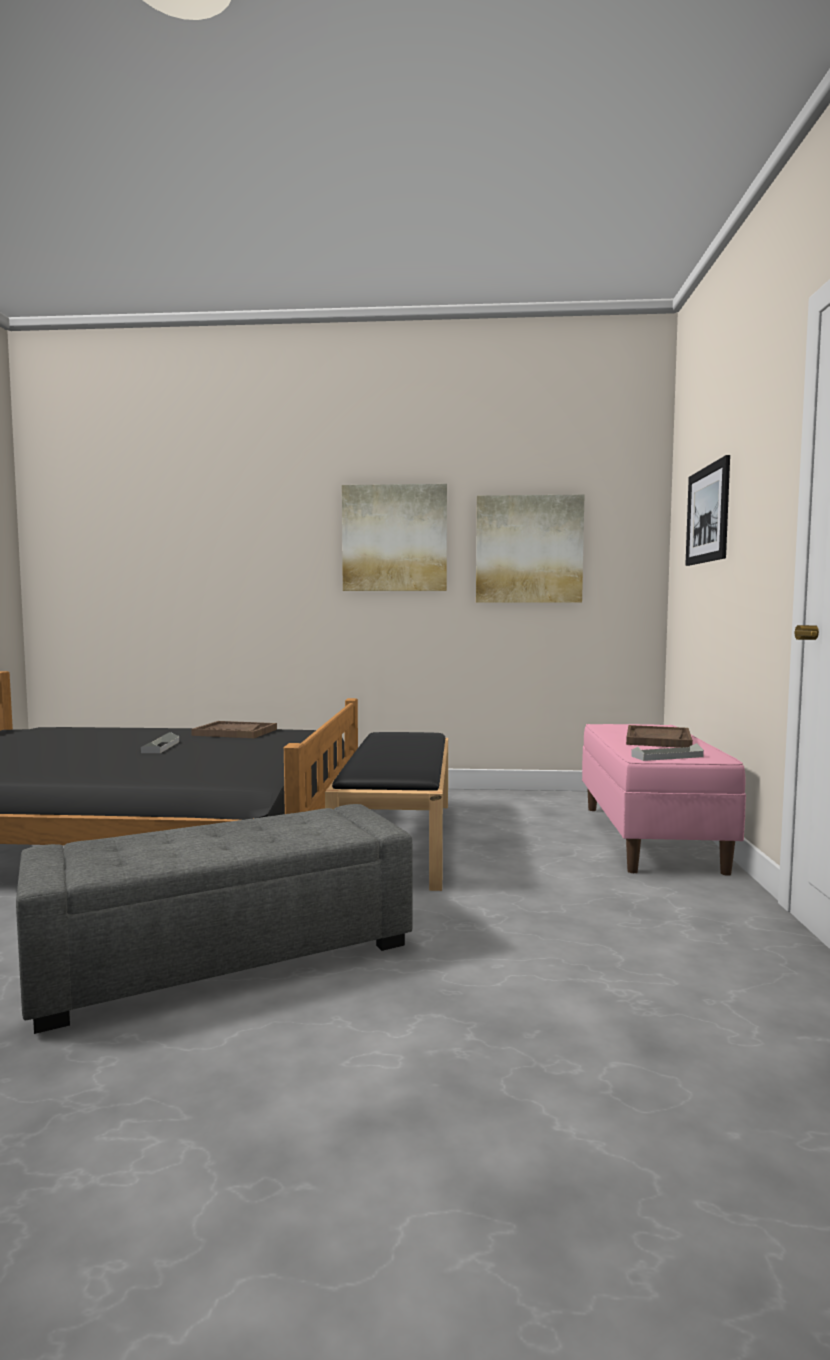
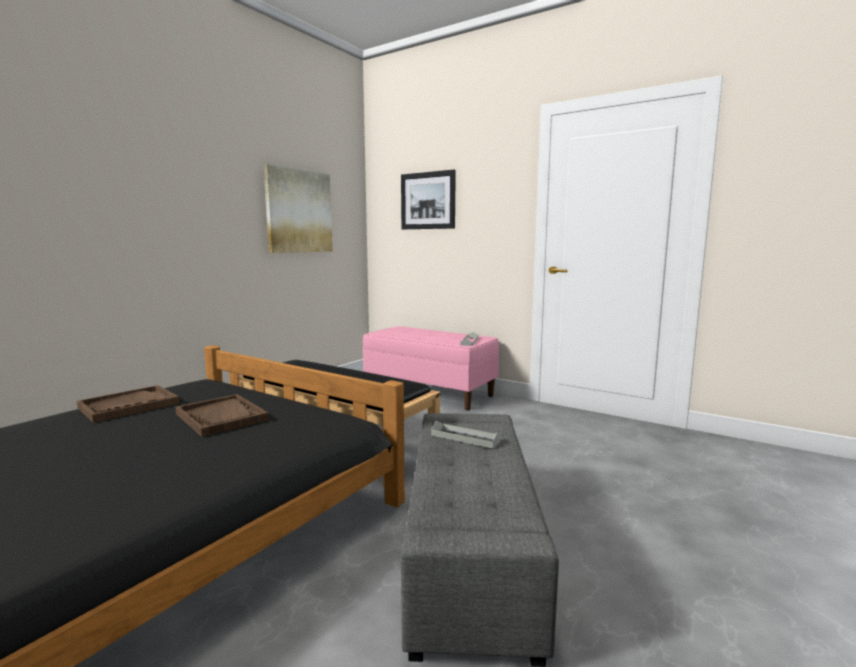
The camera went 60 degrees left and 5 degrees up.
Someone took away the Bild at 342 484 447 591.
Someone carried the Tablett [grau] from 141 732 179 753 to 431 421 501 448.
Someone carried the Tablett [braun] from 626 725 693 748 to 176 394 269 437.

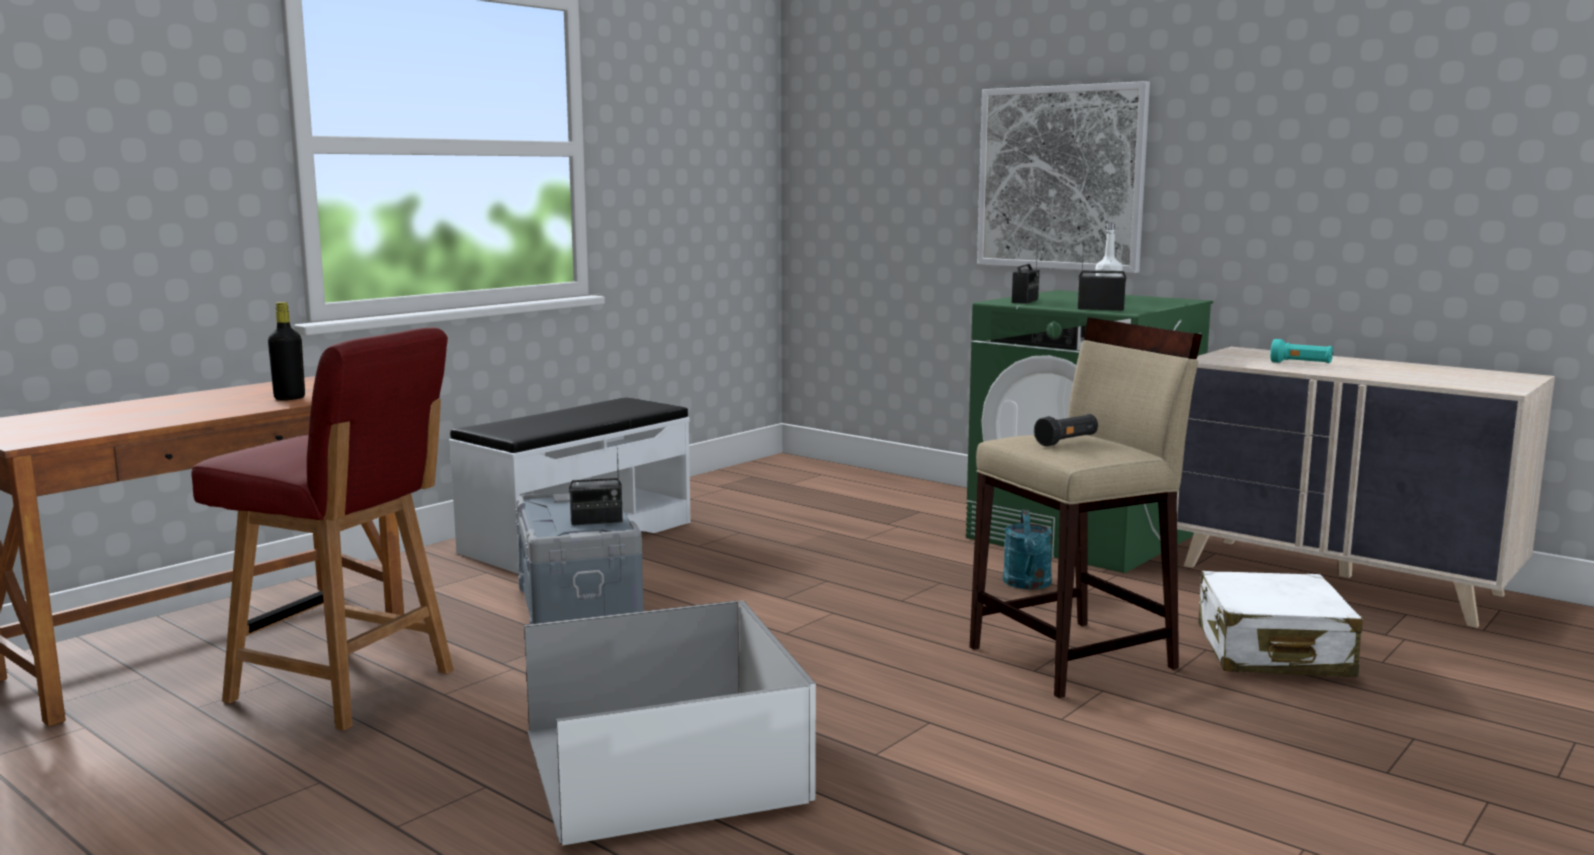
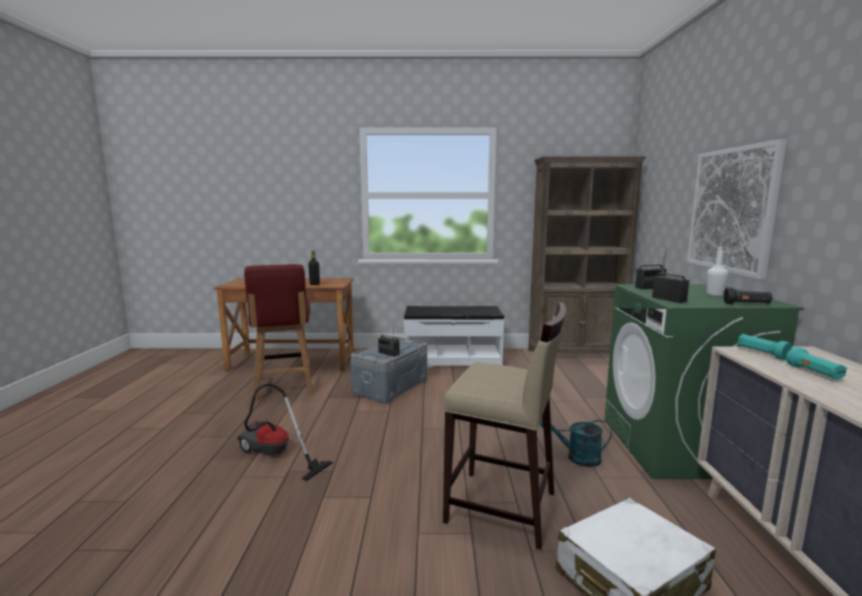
The camera went 50 degrees right and 0 degrees up.
Someone put down the Bücherregal [braun] at 528 156 647 353.
Someone put down the Taschenlampe [türkis] at 738 334 792 360.
Someone carried the Taschenlampe [schwarz] from 1034 414 1098 446 to 723 288 773 304.
Someone swapped the Aufbewahrungsbox [weiß] at 524 600 816 846 for the Staubsauger at 237 383 333 481.
Someone rotated the Gießkanne [türkis] at 1003 510 1053 589 by 45 degrees clockwise.

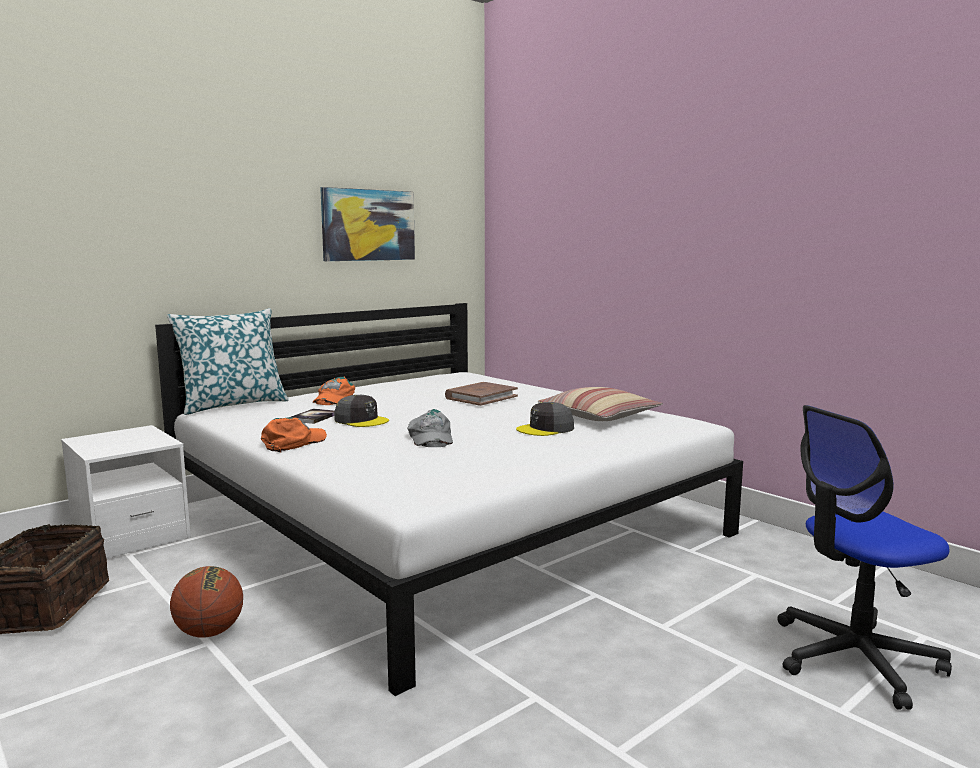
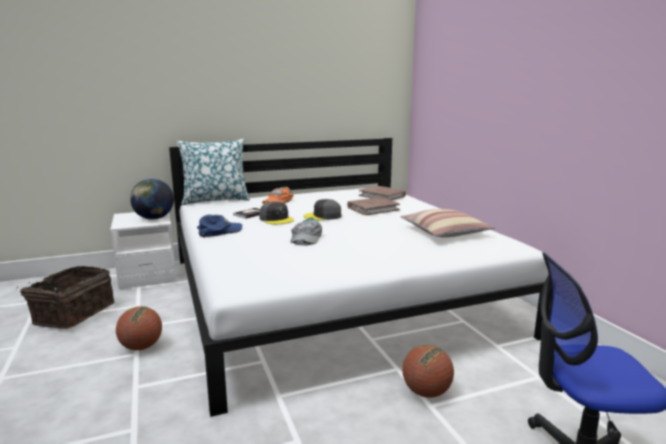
The camera went 20 degrees right and 5 degrees up.
Someone took away the Bild at 320 187 415 261.
Someone put down the Globus at 130 179 174 219.
Someone put down the Buch [braun] at 359 186 406 201.
Someone put down the Basketball at 402 345 454 398.
Someone carried the Kappe [grau] from 516 402 574 436 to 304 199 341 220.
Someone repainted the Kappe [orange] at 261 417 327 452, which became the Kappe [blau] at 197 215 242 238.

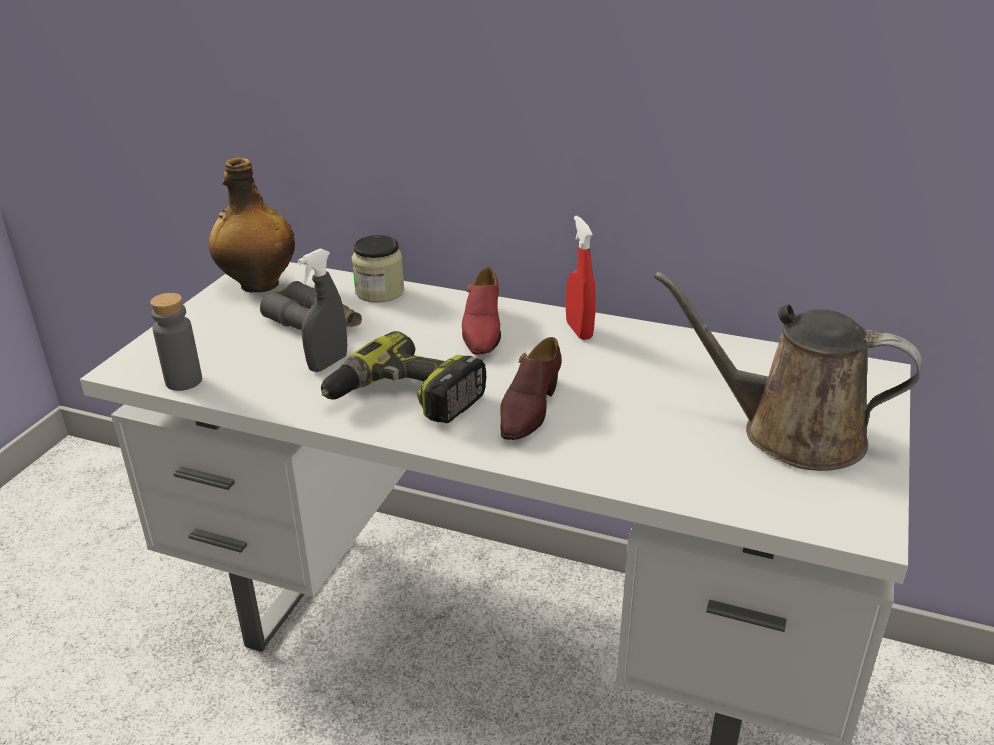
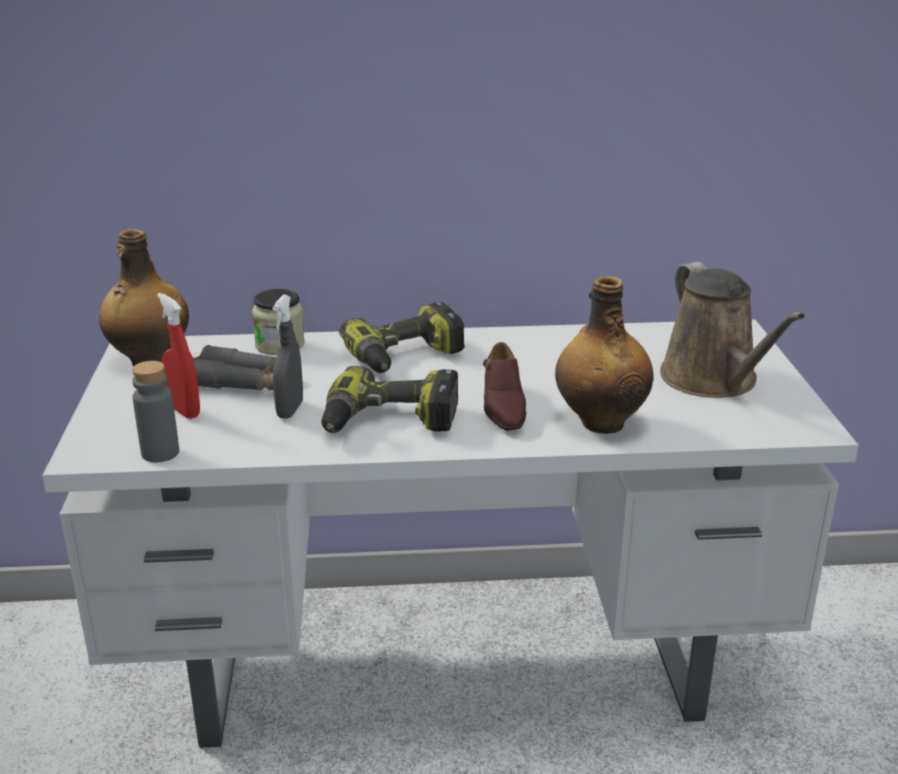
The camera went 25 degrees left and 5 degrees down.
Someone put down the Flasche at 555 276 654 434.
Someone carried the Sprühflasche [rot] from 566 216 596 340 to 157 293 200 419.
Someone swapped the Schuh [rot] at 462 268 501 355 for the Bohrmaschine at 339 302 465 373.
Someone rotated the Gießkanne [braun] at 654 271 922 471 by 105 degrees counterclockwise.

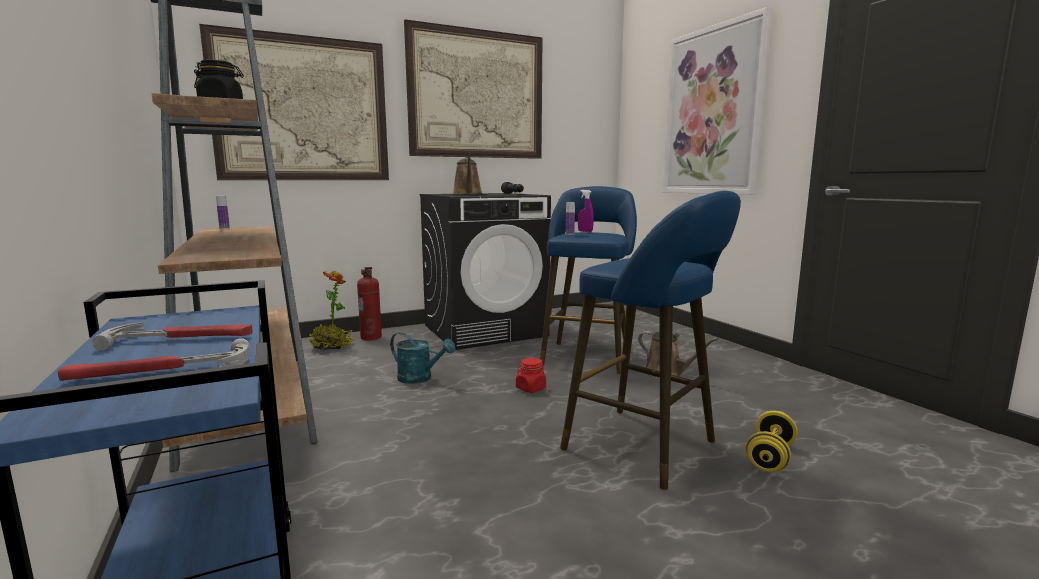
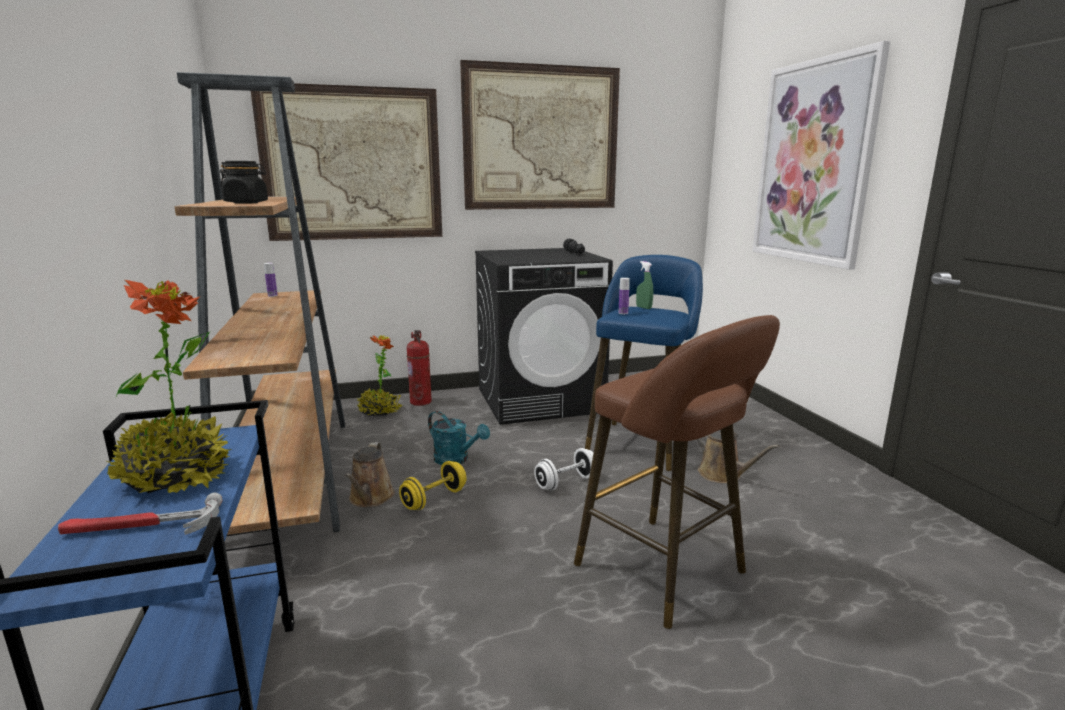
The camera went 10 degrees right and 5 degrees up.
Someone carried the Gießkanne [braun] from 453 152 483 195 to 344 442 395 507.
Someone carried the Hantel [gelb] from 746 411 798 472 to 399 461 467 510.
Someone swapped the Hammer at 92 322 252 350 for the Topfpflanze at 106 280 232 495.
Someone swapped the Vorratsglas [rot] at 516 358 546 393 for the Hantel [weiß] at 534 448 593 491.
Someone repainted the Hocker [blau] at 560 191 741 490, which became the Hocker [braun] at 574 315 780 629.
Someone repainted the Sprühflasche [lila] at 578 190 594 232, which became the Sprühflasche [grün] at 636 261 653 309.

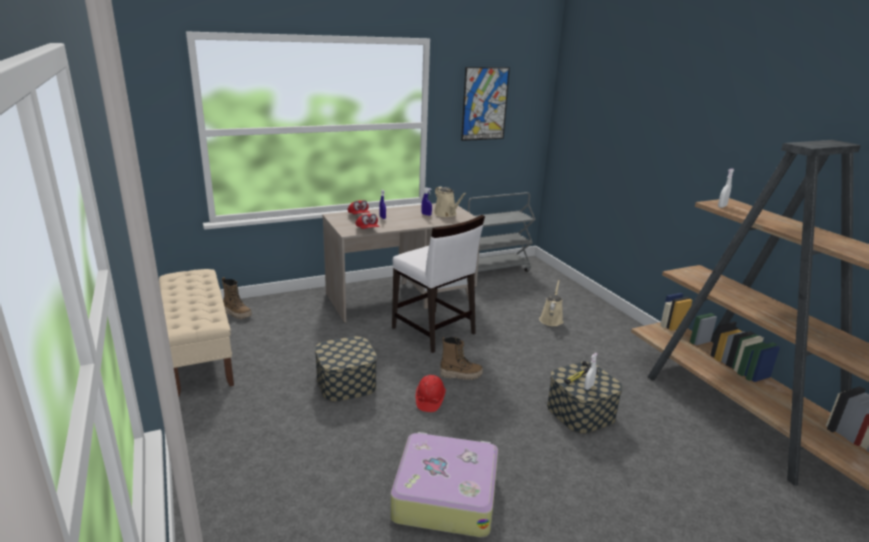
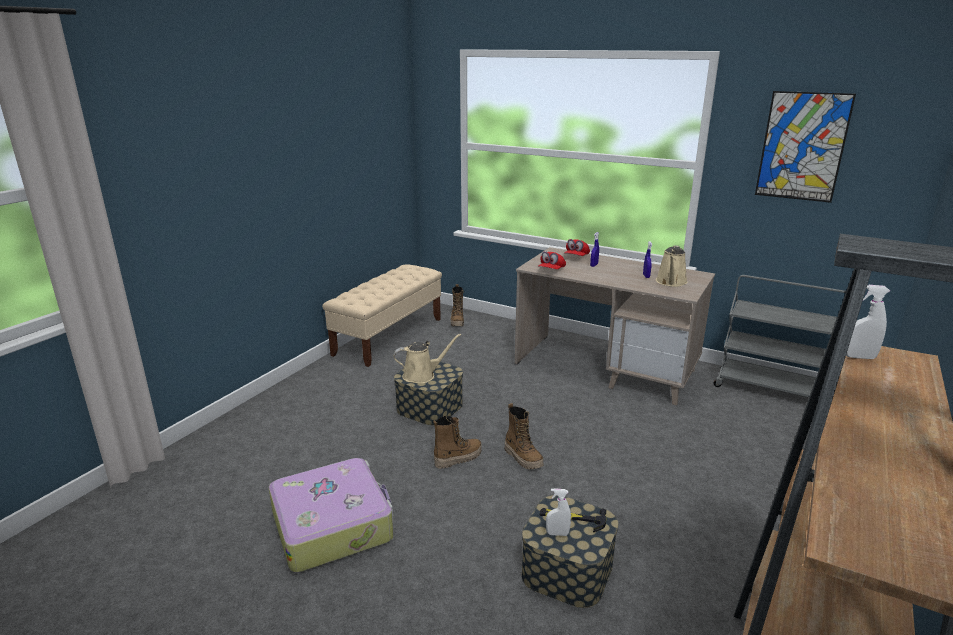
The camera went 55 degrees right and 0 degrees up.
Someone took away the Stuhl [weiß] at 392 215 485 353.
Someone carried the Gießkanne [beige] from 539 280 563 326 to 393 333 461 384.
Someone swapped the Schutzhelm [rot] at 416 375 446 412 for the Stiefel at 433 416 482 469.

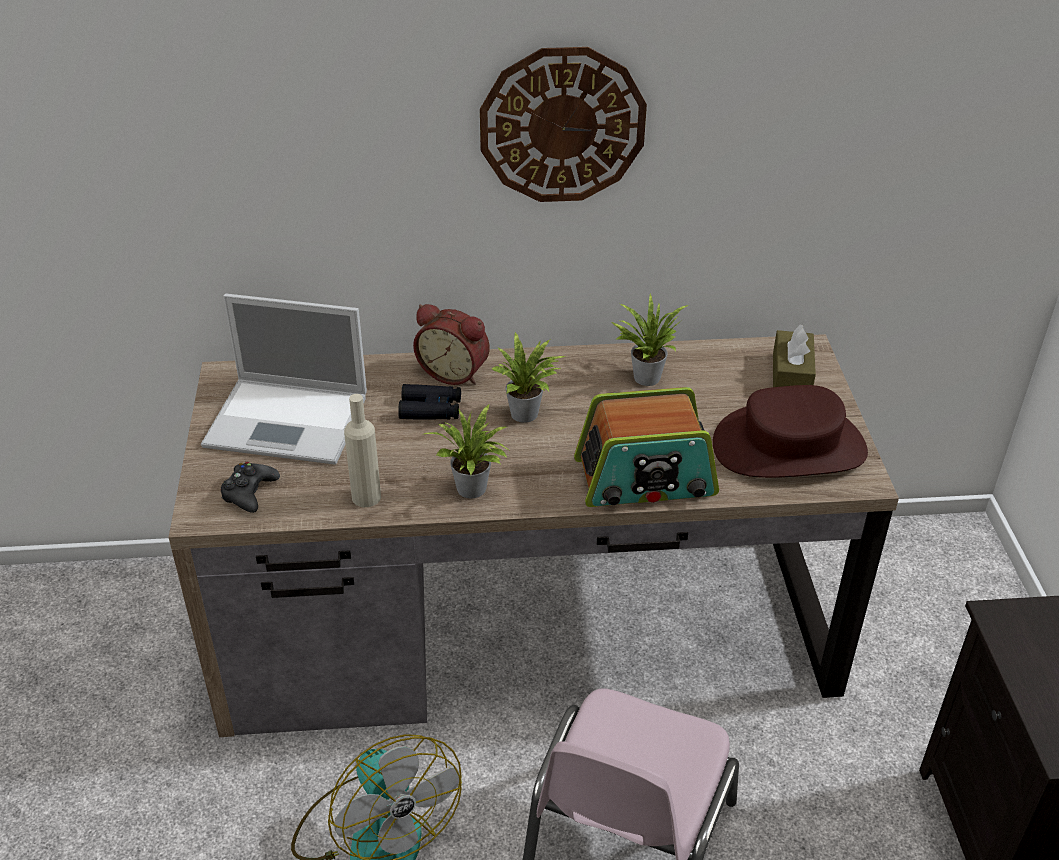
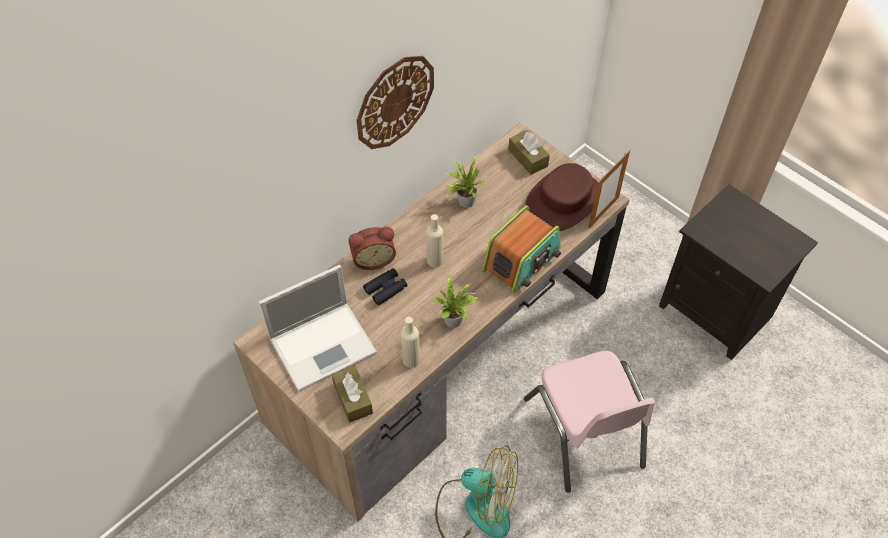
The camera went 40 degrees left and 15 degrees up.
Someone put down the Bilderrahmen at 588 150 630 229.
Someone swapped the Gamepad [schwarz] at 221 462 280 513 for the Taschentuchbox [braun] at 331 365 373 423.
Someone swapped the Topfpflanze at 491 331 565 423 for the Flasche [beige] at 426 214 443 267.

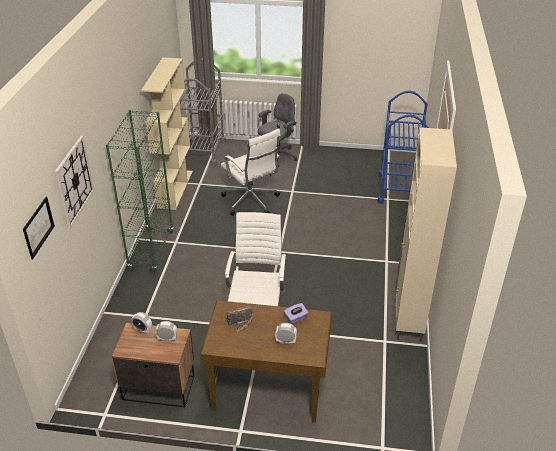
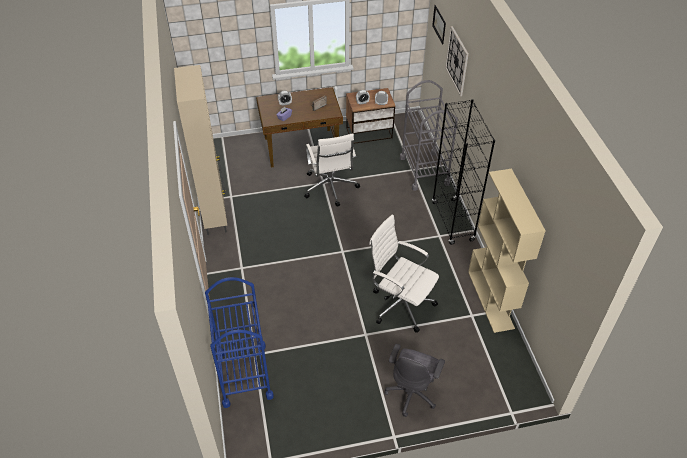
The camera went 160 degrees right and 10 degrees up.
Someone carried the Rollwagen [grau] from 180 59 226 166 to 400 80 458 191.
Someone repainted the Bücherregal [grün] at 106 110 174 273, which became the Bücherregal [schwarz] at 432 99 495 245.

